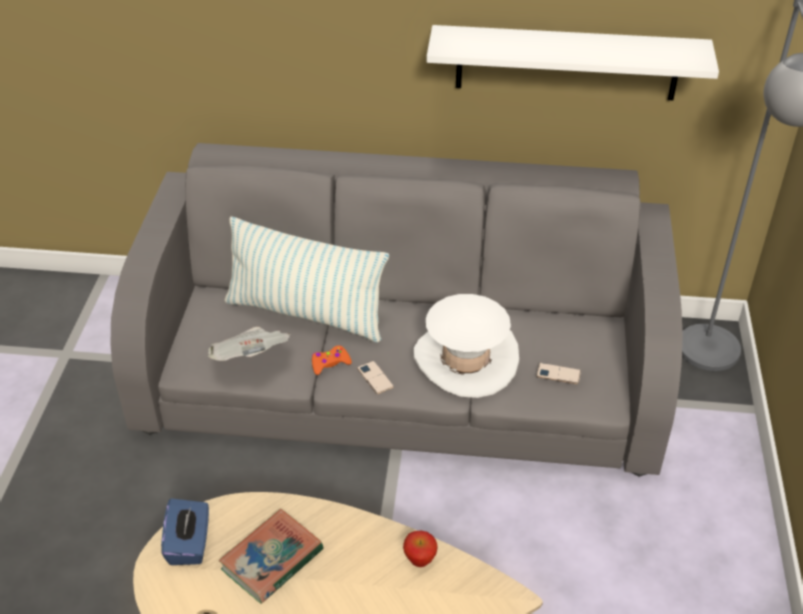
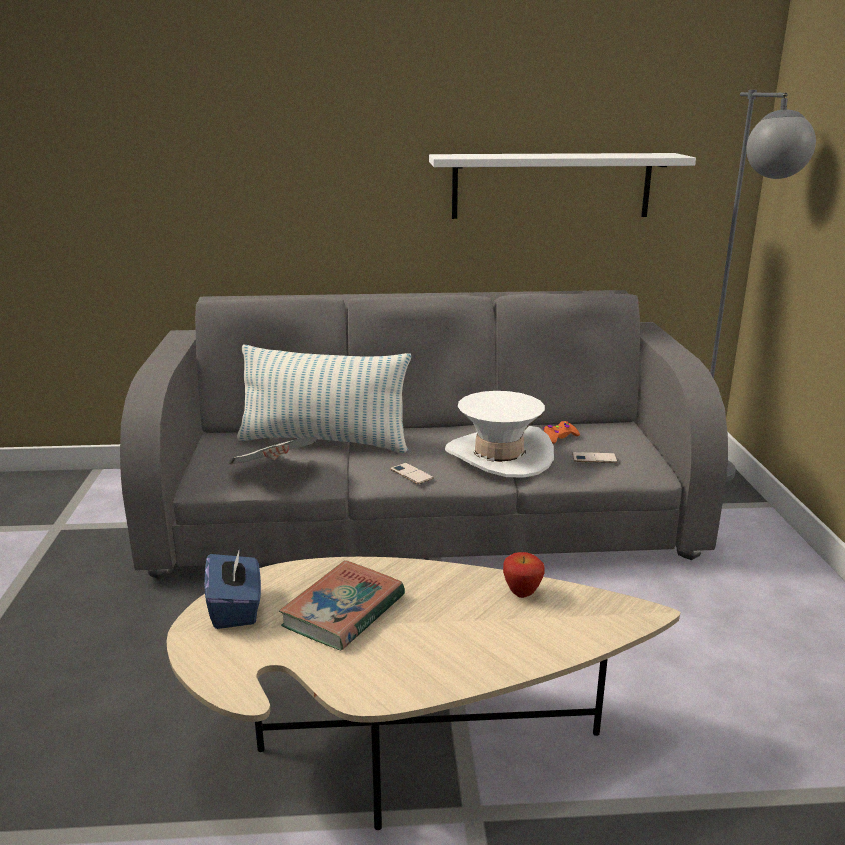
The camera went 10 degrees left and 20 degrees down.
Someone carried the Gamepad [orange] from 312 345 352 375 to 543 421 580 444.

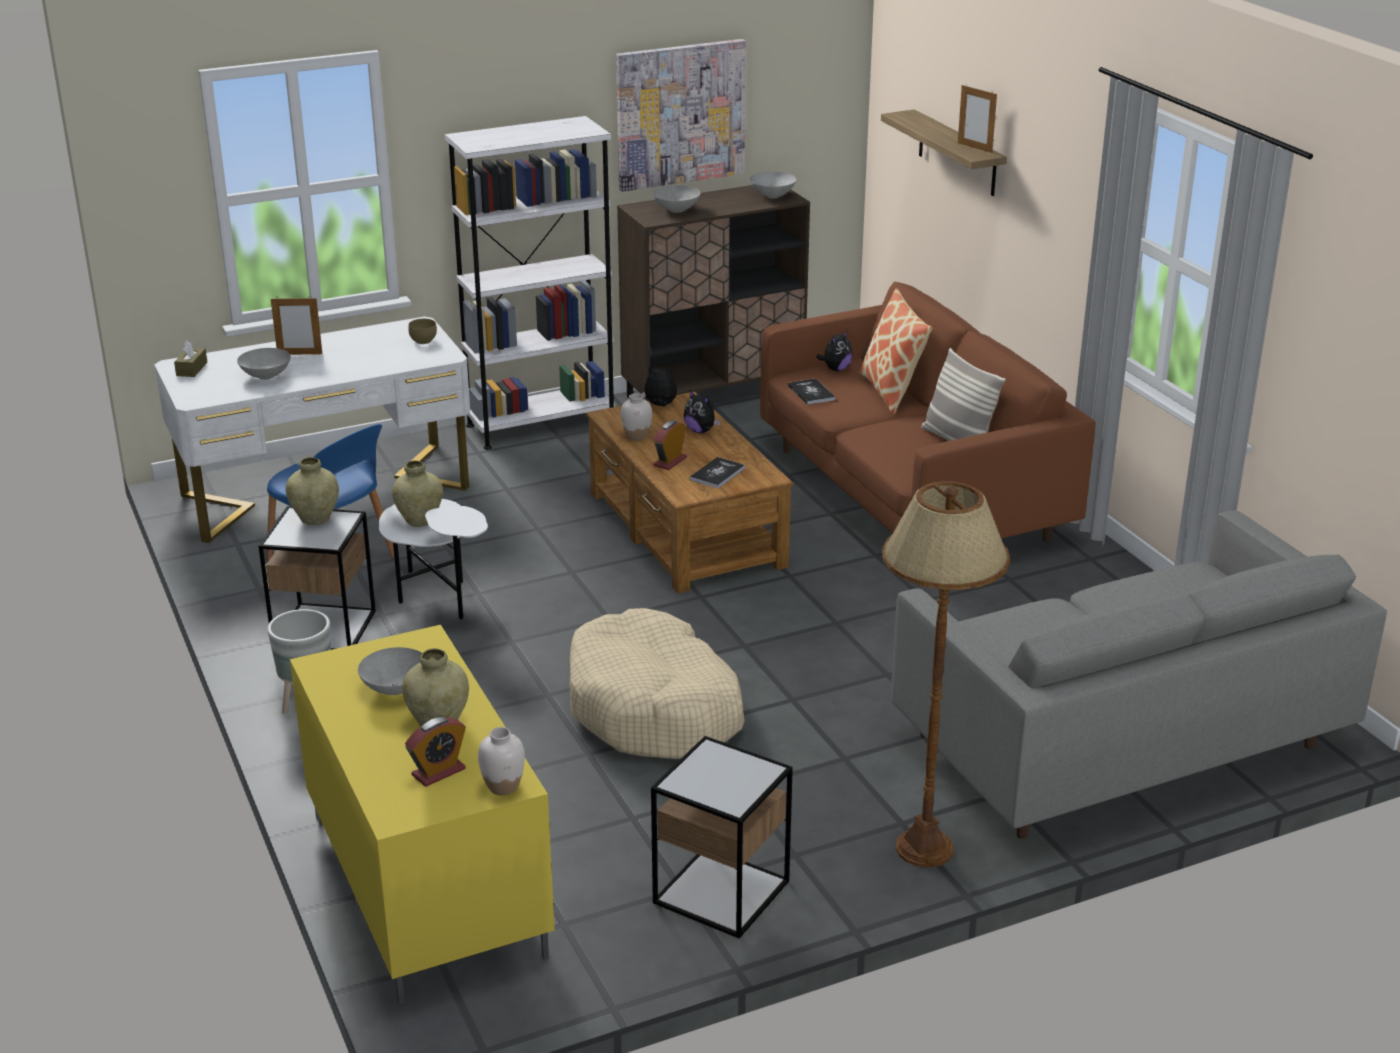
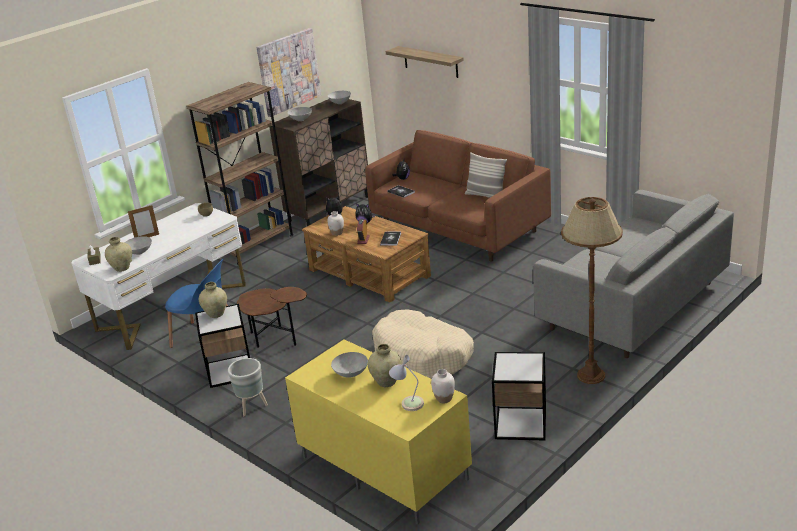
The camera went 20 degrees left and 0 degrees up.
Someone took away the Kissen at 860 288 932 415.
Someone took away the Bilderrahmen at 958 84 997 153.
Someone carried the Vase [beige] from 392 460 443 527 to 105 237 132 272.
Someone swapped the Wecker at 405 717 466 787 for the Tischlampe at 389 355 424 411.
Someone repainted the Beistelltisch [weiß] at 379 499 488 619, which became the Beistelltisch [braun] at 237 287 307 348.
Someone repainted the Bücherregal [weiß] at 445 116 615 450, which became the Bücherregal [braun] at 186 82 294 265.

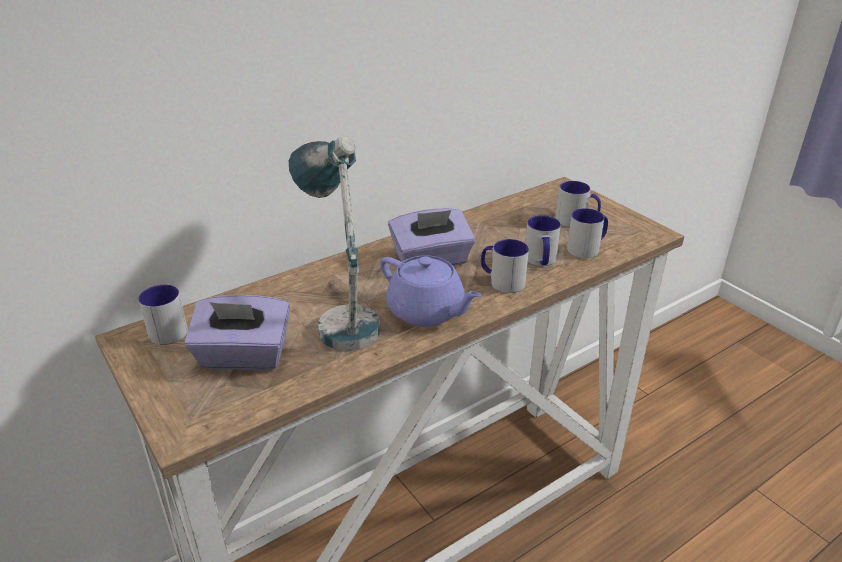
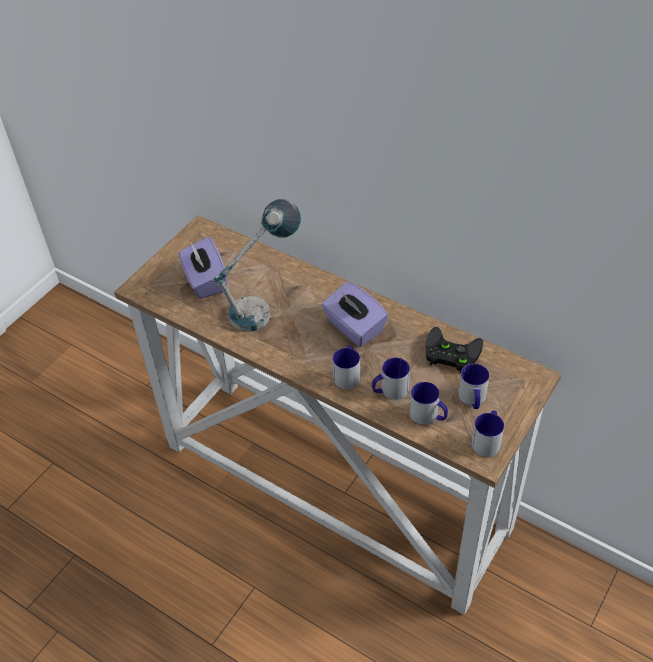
The camera went 70 degrees right and 15 degrees up.
Someone took away the Teekanne [lila] at 380 255 482 327.
Someone put down the Gamepad [schwarz] at 425 327 483 373.
Someone carried the Henkelbecher from 138 285 188 345 to 472 411 504 457.

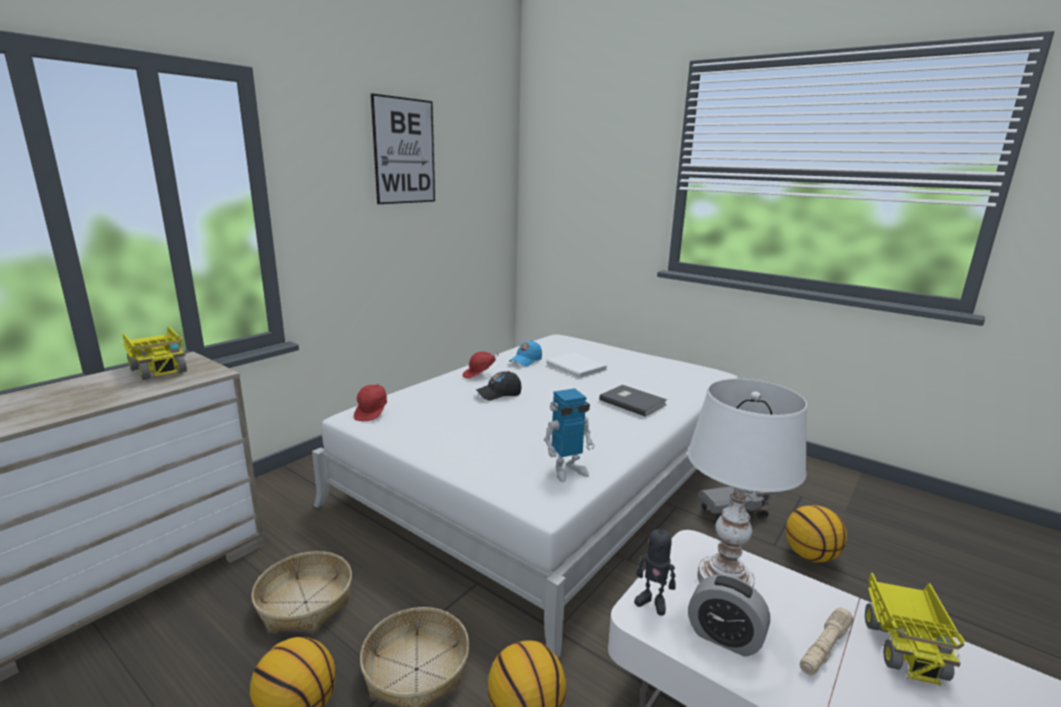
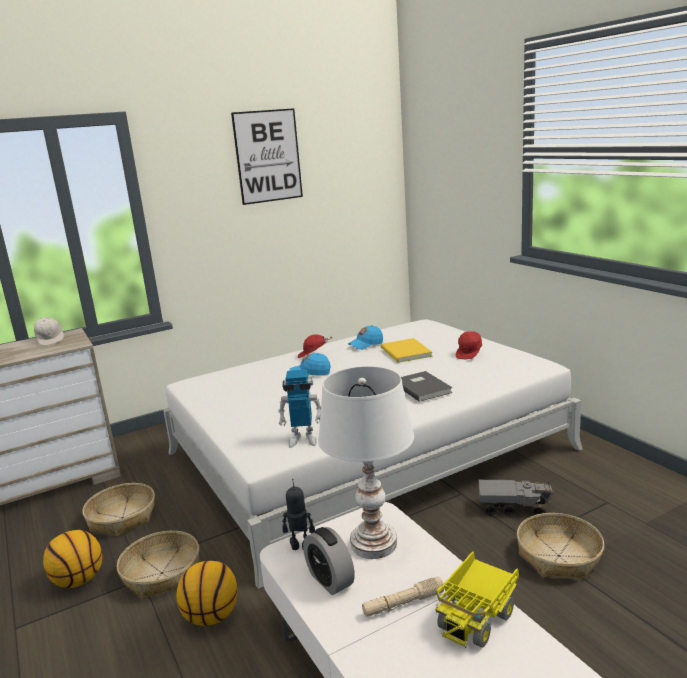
The camera went 25 degrees right and 0 degrees up.
Someone carried the Kappe [rot] from 354 384 387 421 to 456 331 482 359.
Someone swapped the Spielzeuglaster at 122 327 187 380 for the Kappe [weiß] at 34 317 64 346.
Someone swapped the Basketball at 786 505 847 562 for the Korb at 517 513 605 579.
Someone repainted the Kappe [schwarz] at 476 371 522 400, which became the Kappe [blau] at 290 353 331 376.
Someone repainted the Buch [weiß] at 546 353 608 378, which became the Buch [gelb] at 381 338 433 363.
Someone rotated the Spielzeugroboter at 634 520 676 615 by 135 degrees clockwise.

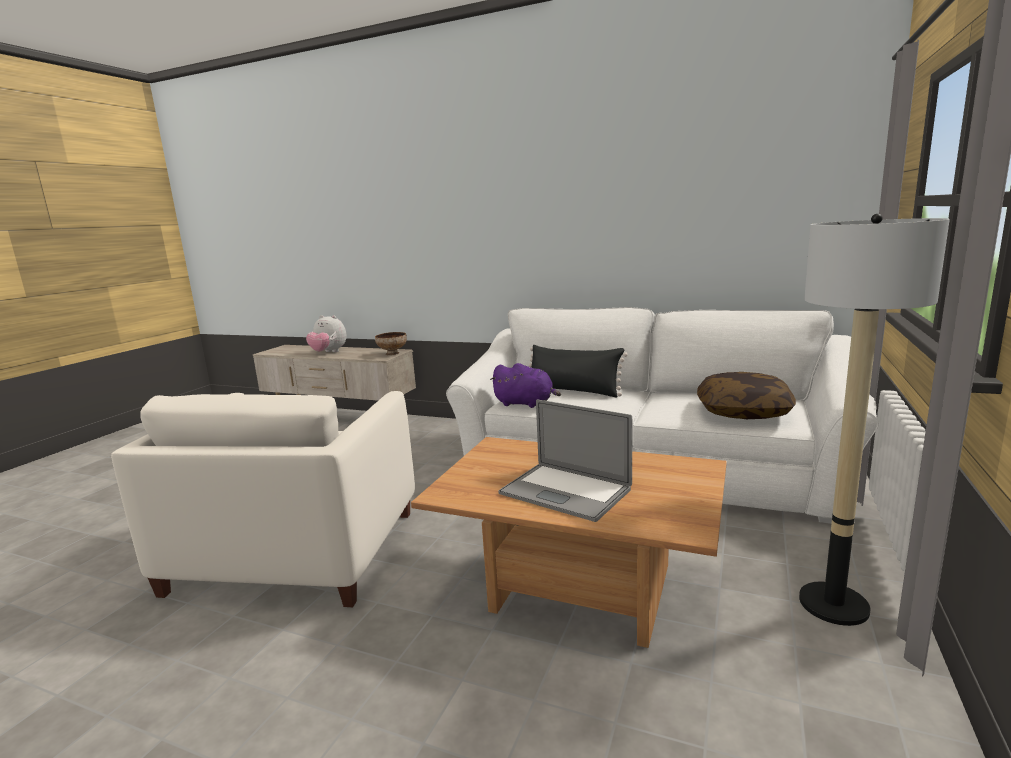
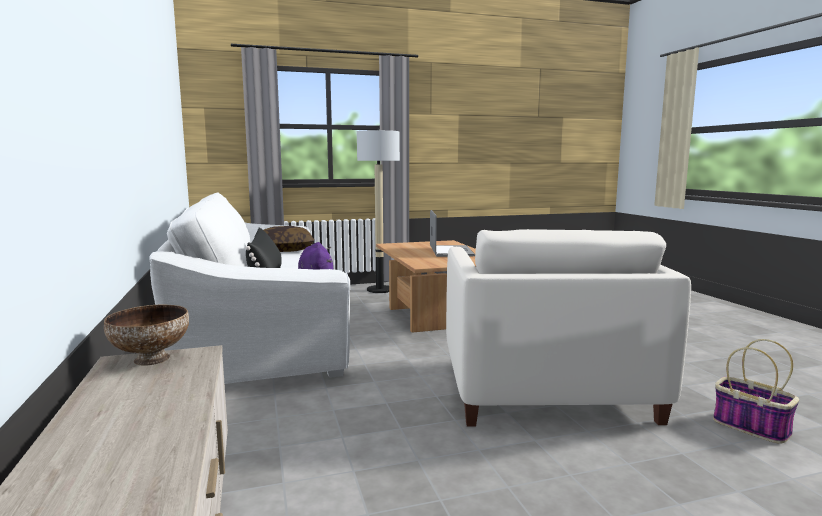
The camera went 130 degrees left and 5 degrees down.
Someone took away the Plüschtier at 306 315 347 352.
Someone put down the Korb at 713 339 799 444.
Someone rotated the Sessel [weiß] at 111 391 415 607 by 120 degrees clockwise.

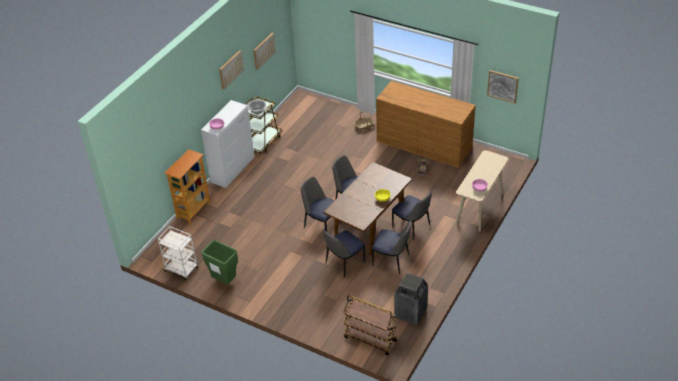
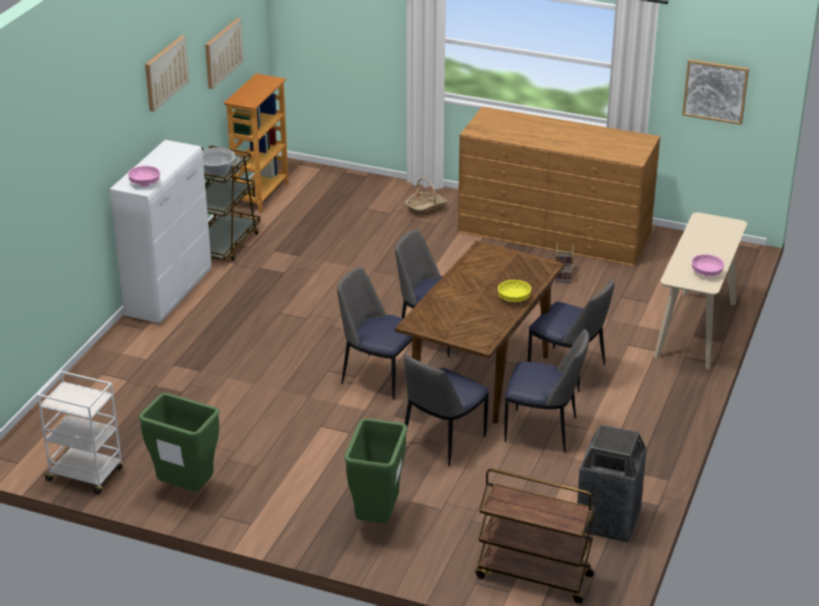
The camera went 10 degrees left and 10 degrees down.
Someone put down the Mülleimer [grün] at 344 418 408 524.
Someone carried the Bücherregal from 164 149 210 225 to 223 74 288 213.

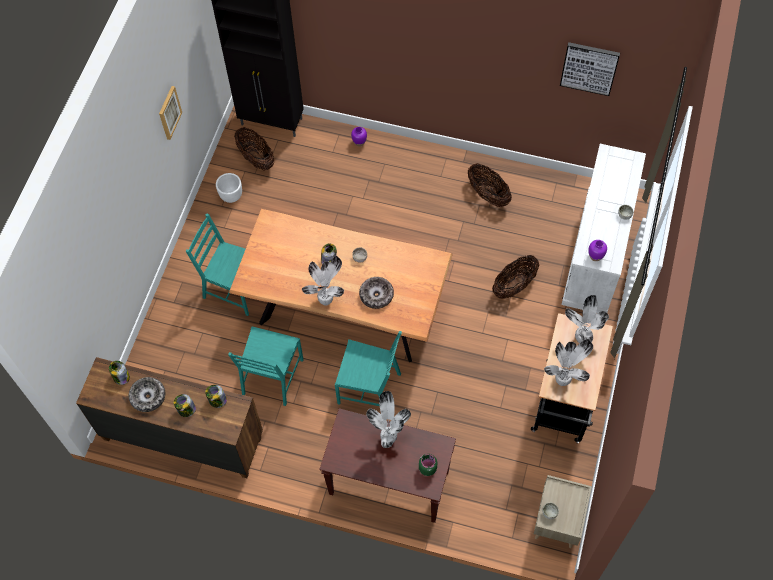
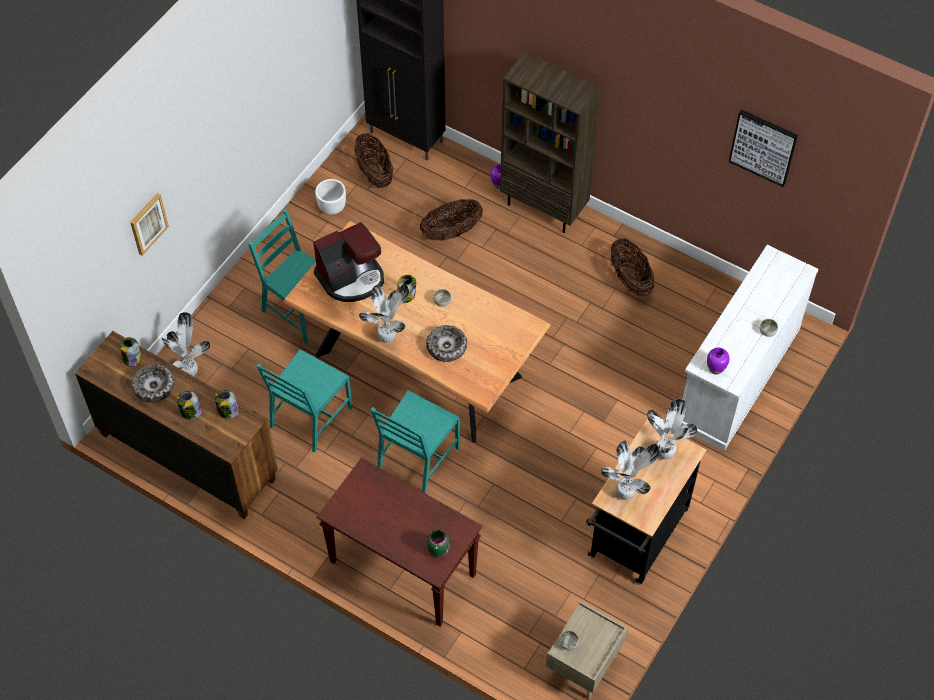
The camera went 15 degrees right and 5 degrees down.
Someone put down the Kaffeemaschine at 313 222 384 302.
Someone put down the Bücherregal [braun] at 500 52 601 233.
Someone carried the Bild from 159 86 182 140 to 130 193 169 256.
Someone carried the Topfpflanze from 366 391 411 448 to 161 312 210 377.
Someone carried the Korb from 492 255 539 299 to 420 199 483 241.
Someone rotated the Stuhl [türkis] at 335 331 402 406 by 90 degrees clockwise.

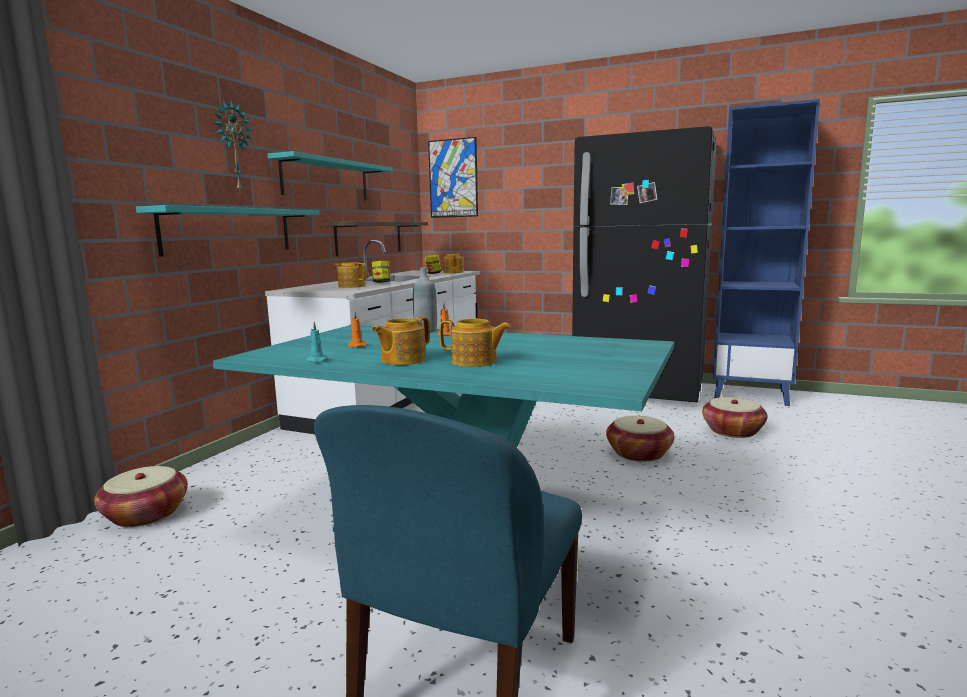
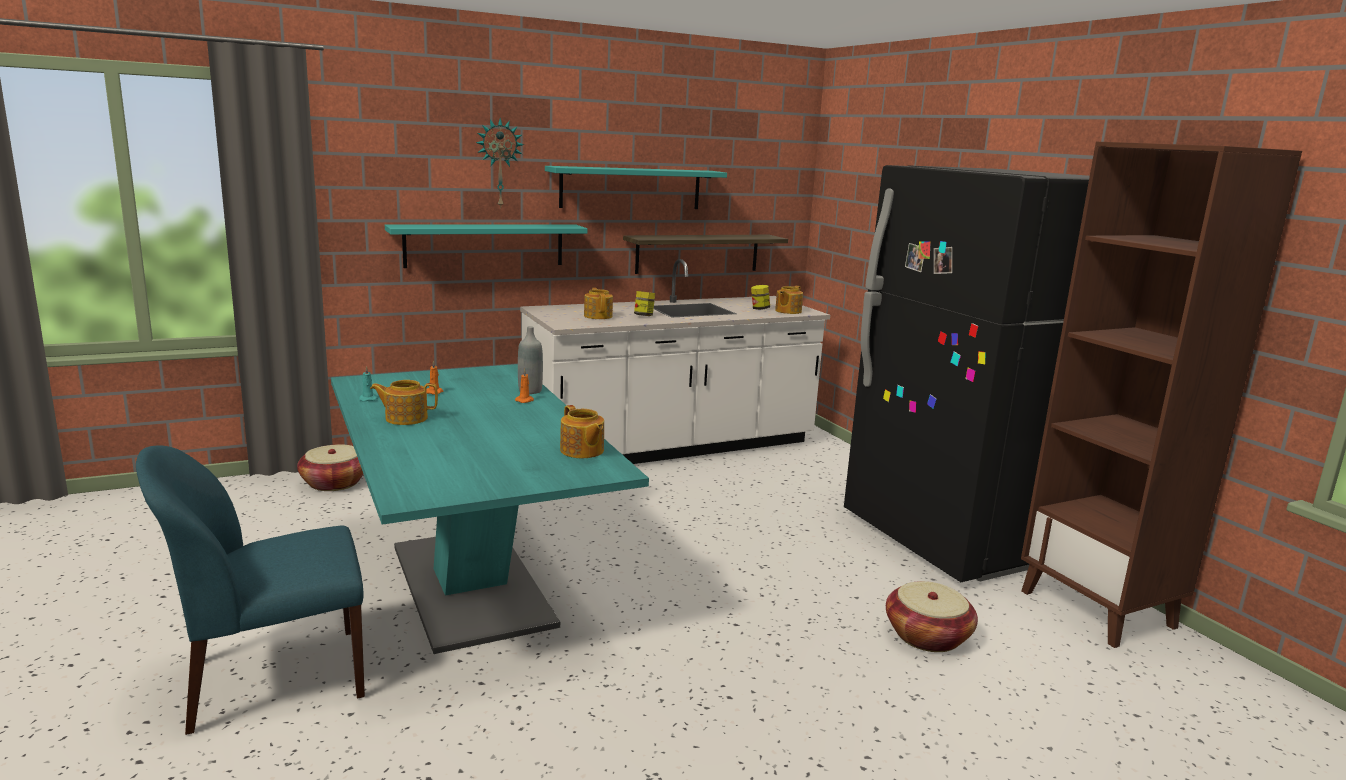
The camera went 40 degrees right and 5 degrees up.
Someone took away the Bild at 428 137 478 218.
Someone took away the Korb at 606 416 674 462.
Someone carried the Teekanne from 440 319 511 367 to 560 405 604 458.
Someone repainted the Bücherregal [blau] at 713 99 820 406, which became the Bücherregal [braun] at 1021 142 1302 648.

